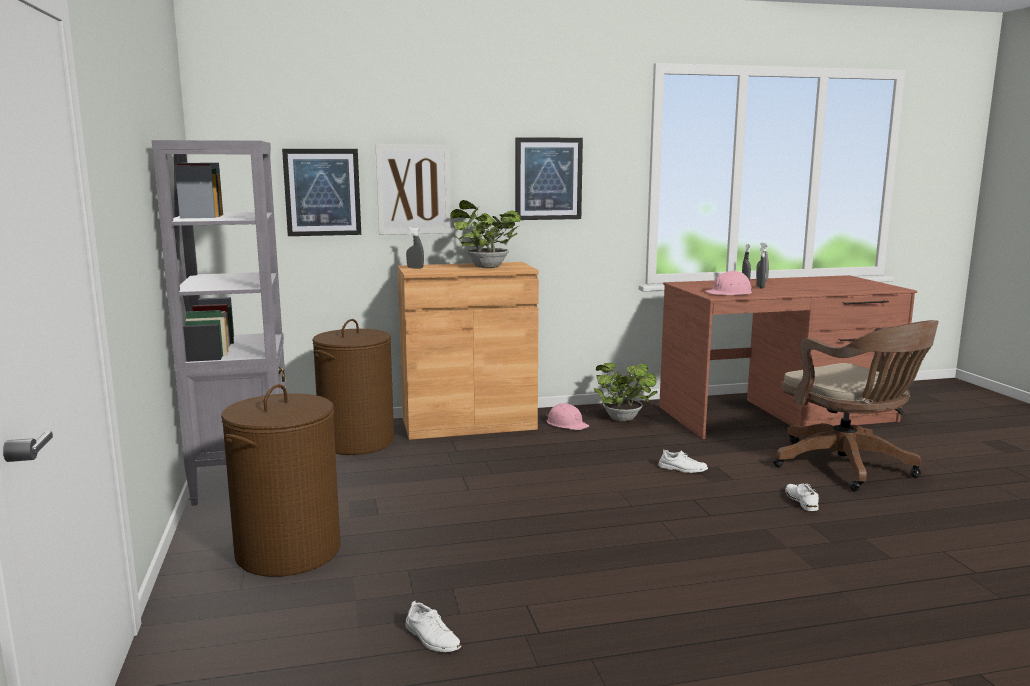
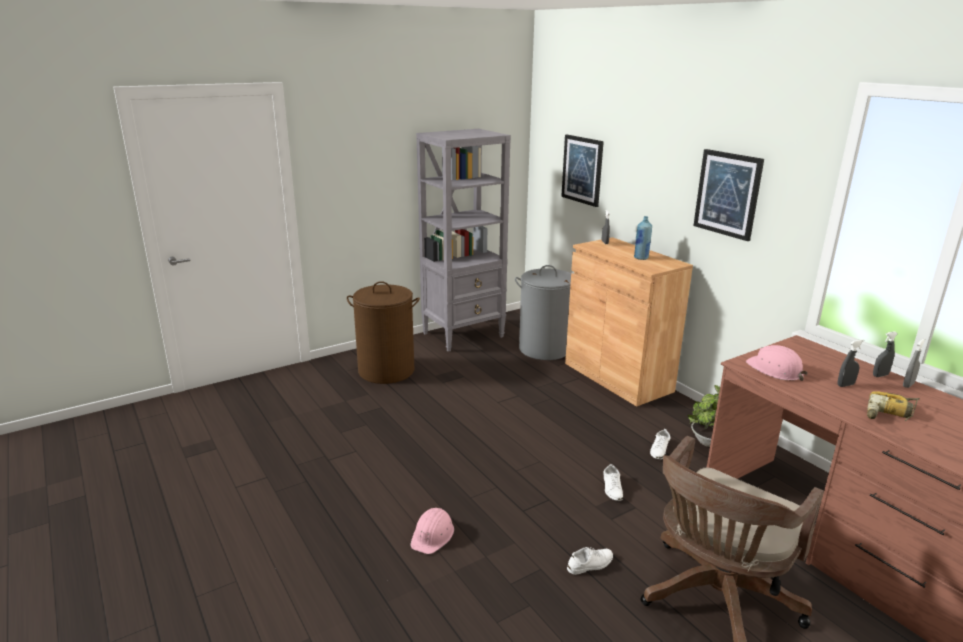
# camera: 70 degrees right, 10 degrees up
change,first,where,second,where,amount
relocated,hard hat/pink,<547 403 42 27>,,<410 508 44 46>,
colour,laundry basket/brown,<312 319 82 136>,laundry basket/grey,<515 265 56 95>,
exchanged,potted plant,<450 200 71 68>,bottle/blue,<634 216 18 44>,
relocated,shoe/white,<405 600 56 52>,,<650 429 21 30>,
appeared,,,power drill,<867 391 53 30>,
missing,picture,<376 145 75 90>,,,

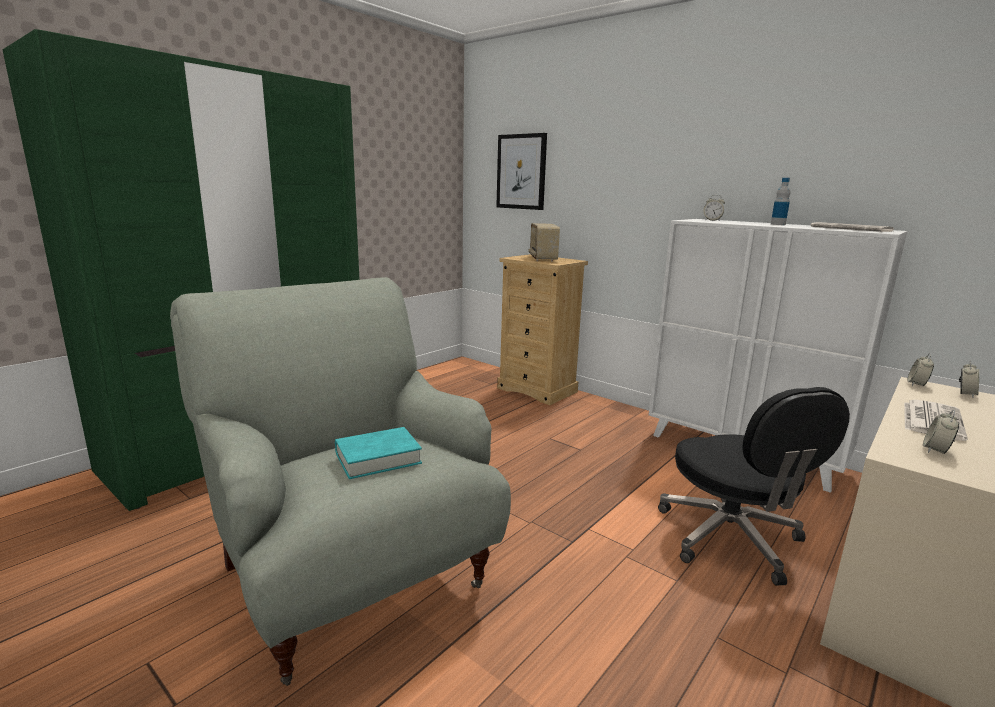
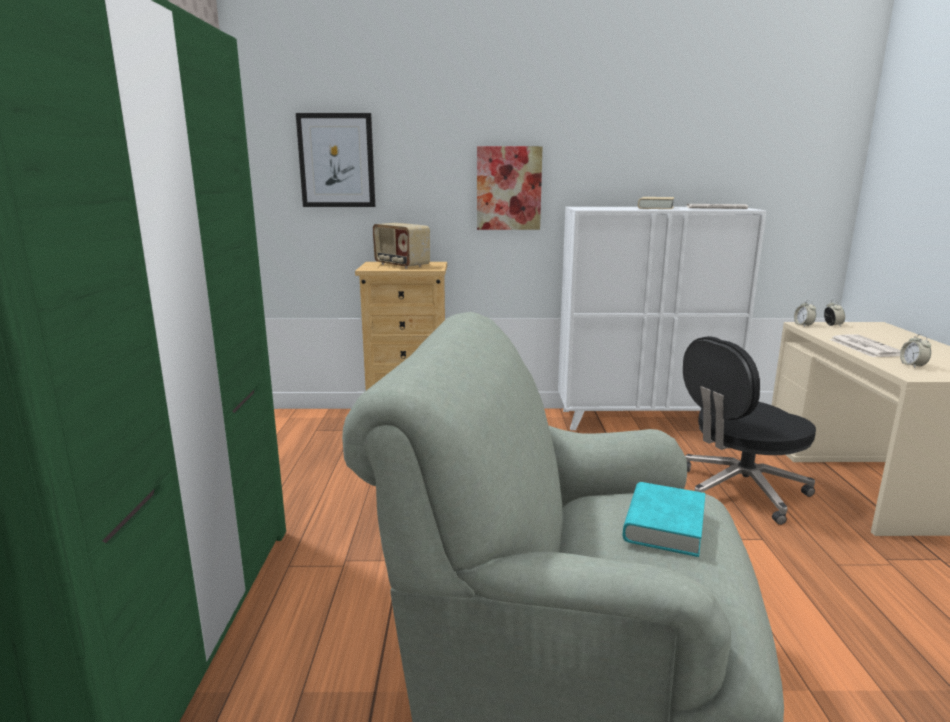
# camera: 40 degrees left, 0 degrees up
change,first,where,second,where,amount
appeared,,,picture,<477 146 66 84>,
exchanged,bottle,<771 178 19 47>,book/beige,<638 197 36 12>,
spun,office chair/black,<658 387 192 198>,,<683 336 133 189>,120 degrees clockwise
missing,alarm clock,<703 195 22 26>,,,

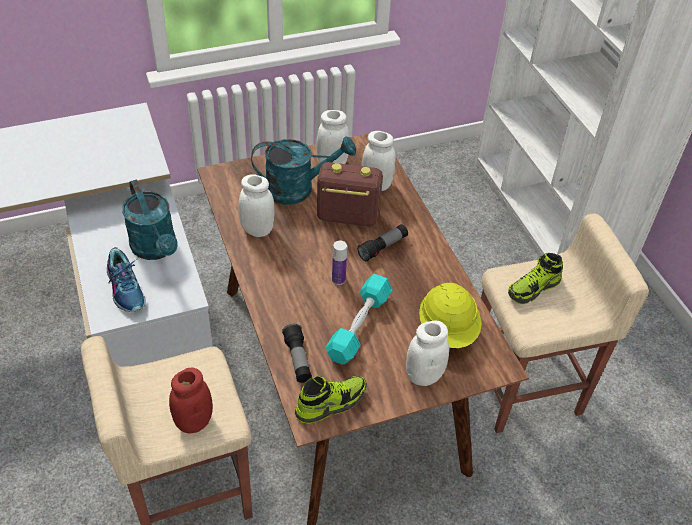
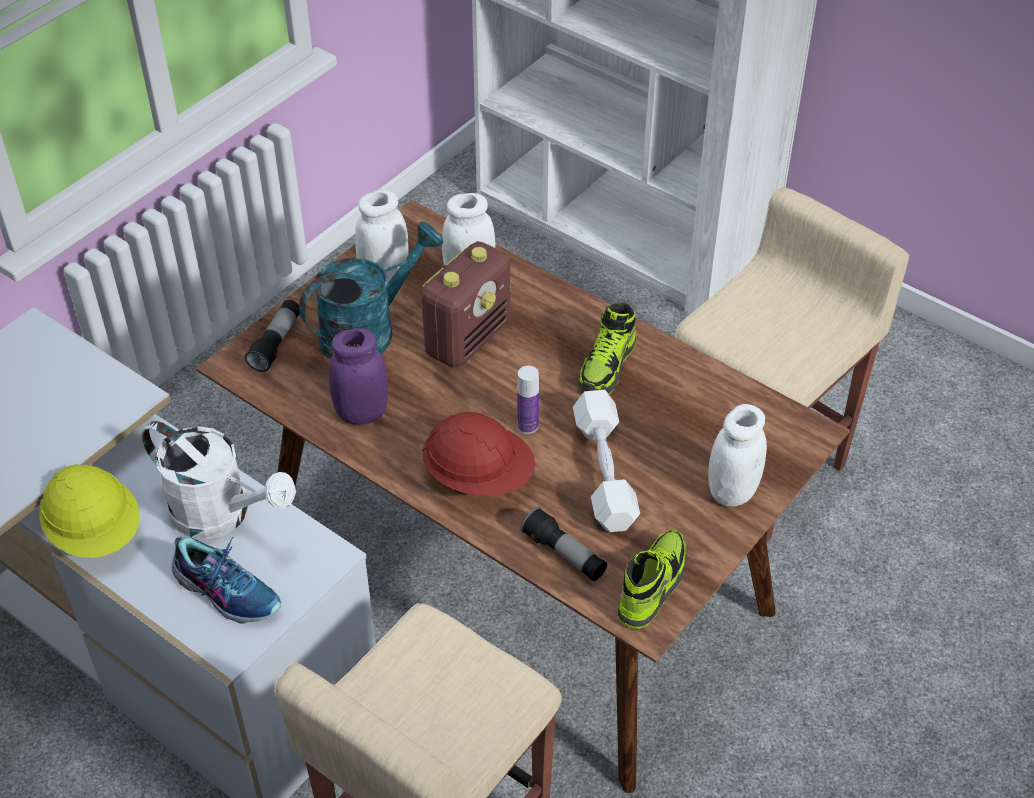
# camera: 30 degrees left, 0 degrees up
change,first,where,second,where,amount
relocated,hard hat/yellow,<419 283 63 65>,,<39 464 101 94>,
colour,watering can/turquoise,<122 180 56 80>,watering can/white,<141 421 155 118>,
relocated,flashlight,<357 224 51 38>,,<244 300 56 72>,
colour,jar/white,<238 174 37 63>,jar/purple,<329 328 59 97>,
spun,radio,<317 162 66 65>,,<421 241 90 127>,150 degrees clockwise
appeared,,,hard hat/red,<422 412 113 84>,
colour,dumbbell/turquoise,<326 274 66 90>,dumbbell/white,<573 390 67 142>,
relocated,shoe,<508 253 55 51>,,<578 303 58 91>,
missing,jar/red,<169 368 44 65>,,,

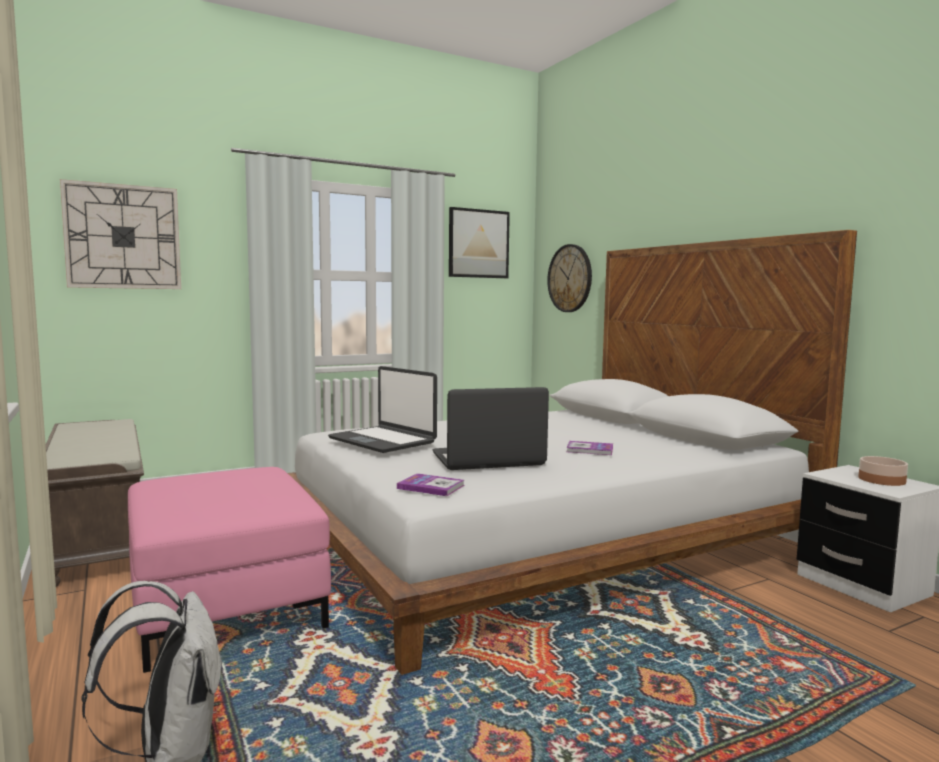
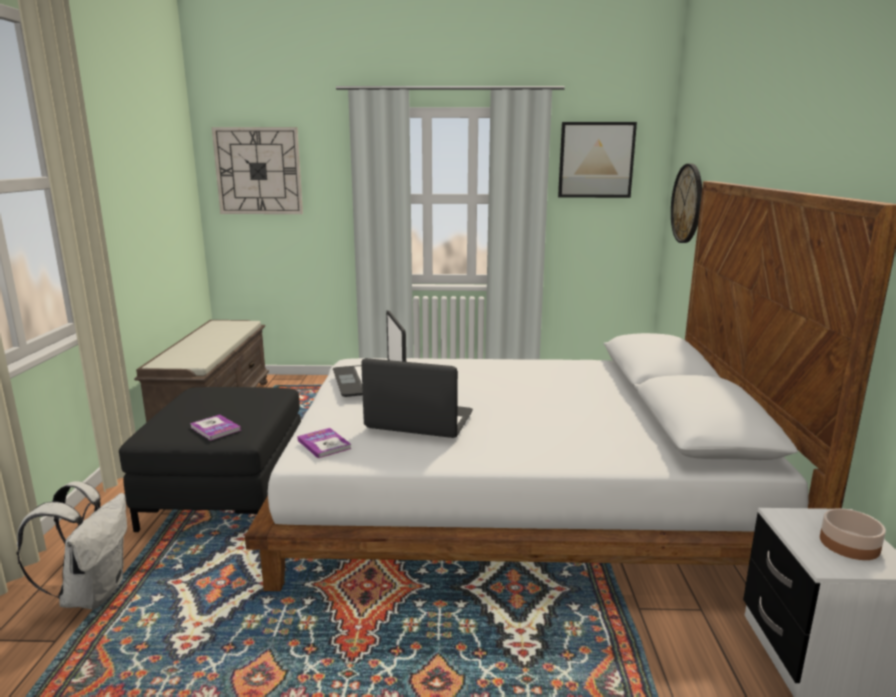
# camera: 30 degrees right, 10 degrees up
change,first,where,second,where,amount
colour,ottoman/pink,<128 467 203 206>,ottoman/black,<119 387 182 145>,
relocated,book,<566 441 47 14>,,<190 415 51 26>,

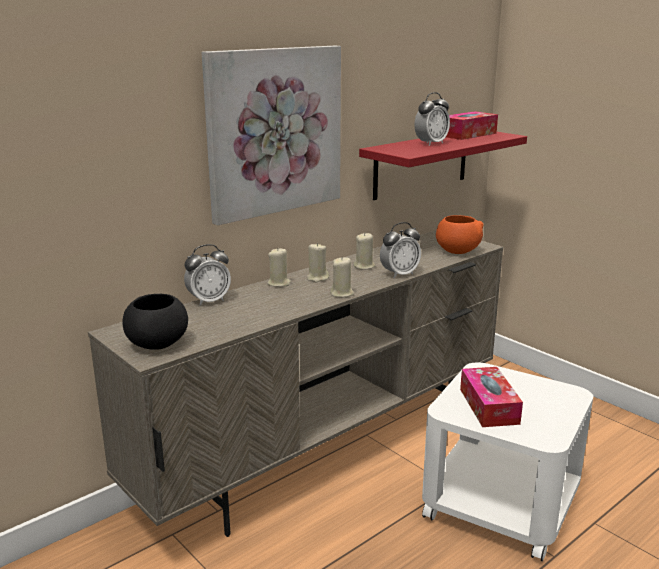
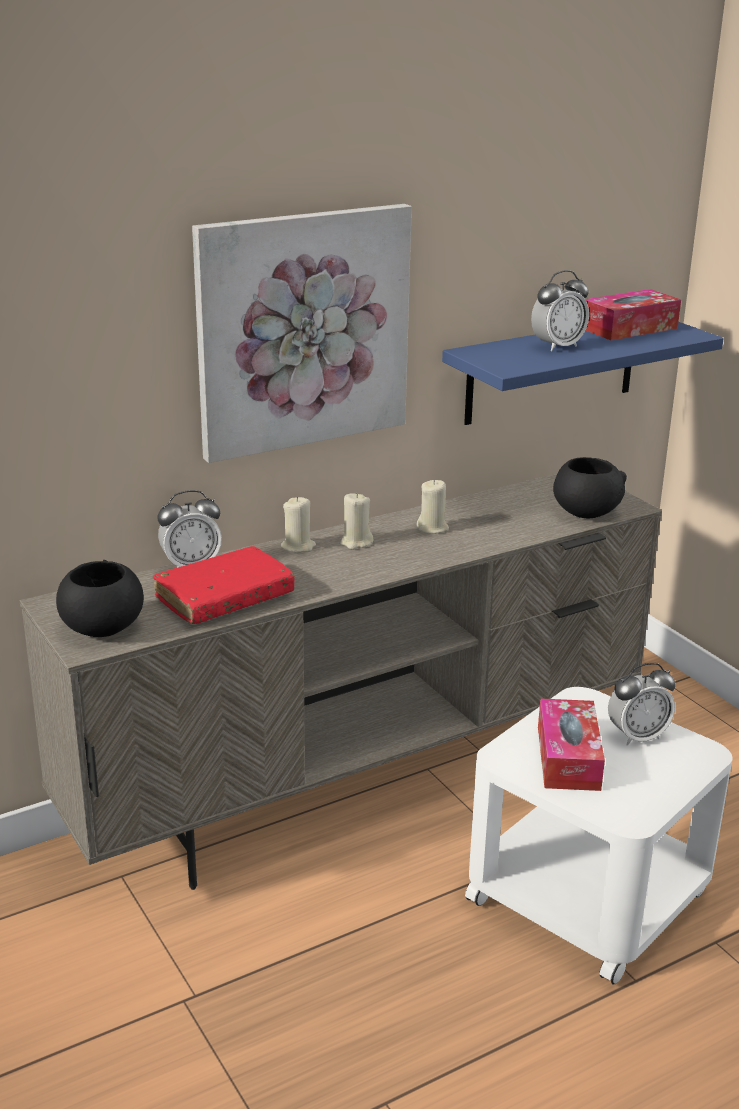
# camera: 10 degrees right, 5 degrees up
change,first,where,second,where,amount
appeared,,,book/red,<153 546 142 78>,
colour,shelf/red,<359 132 168 68>,shelf/blue,<442 322 282 103>,
colour,bowl/orange,<436 215 48 39>,bowl/black,<553 457 74 61>,
relocated,alarm clock,<380 222 41 56>,,<608 663 68 83>,
missing,candle/beige,<330 257 24 41>,,,

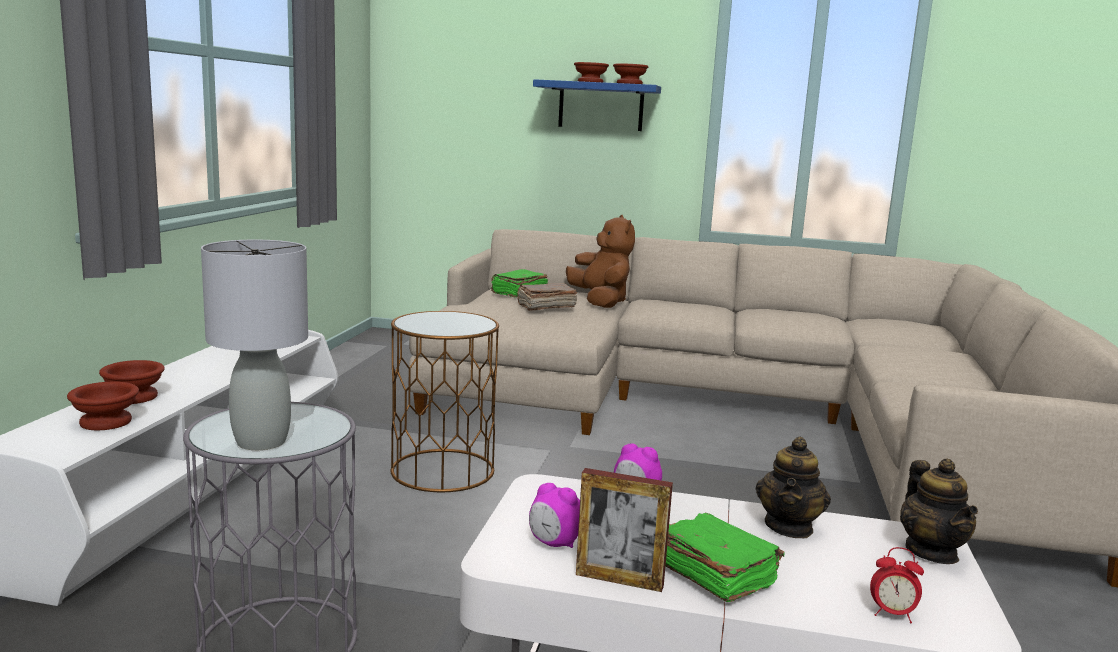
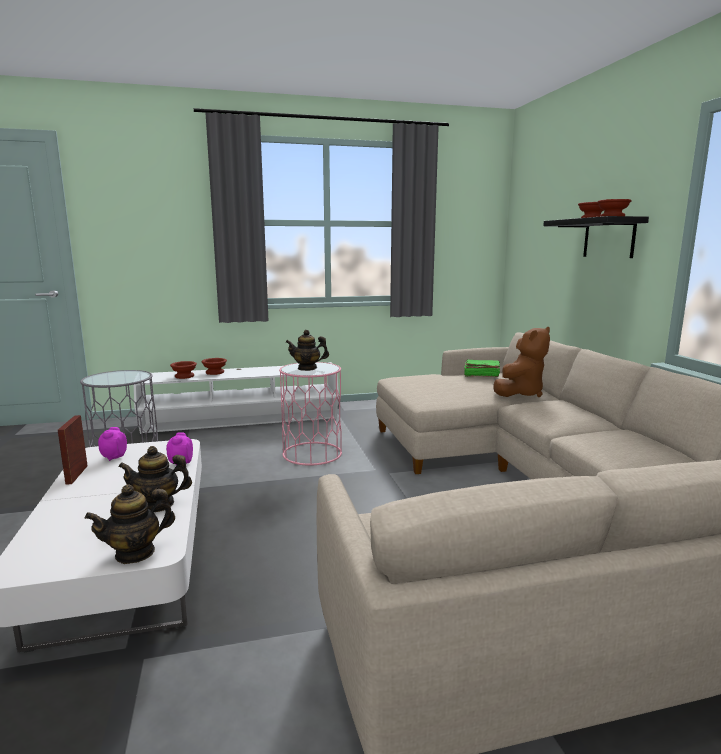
# camera: 65 degrees right, 0 degrees up
change,first,where,second,where,amount
colour,side table/brown,<391 311 108 181>,side table/pink,<279 362 63 103>,
appeared,,,teapot,<286 330 43 41>,
colour,shelf/blue,<533 79 128 52>,shelf/black,<543 216 106 42>,
missing,table lamp/grey,<201 240 107 210>,,,
missing,book/brown,<517 283 60 28>,,,
missing,book/green,<665 512 120 90>,,,
missing,alarm clock,<870 547 54 76>,,,

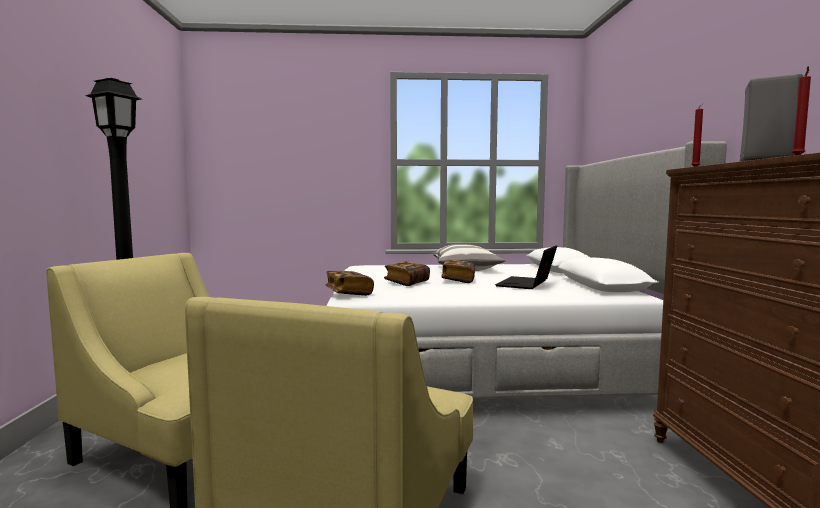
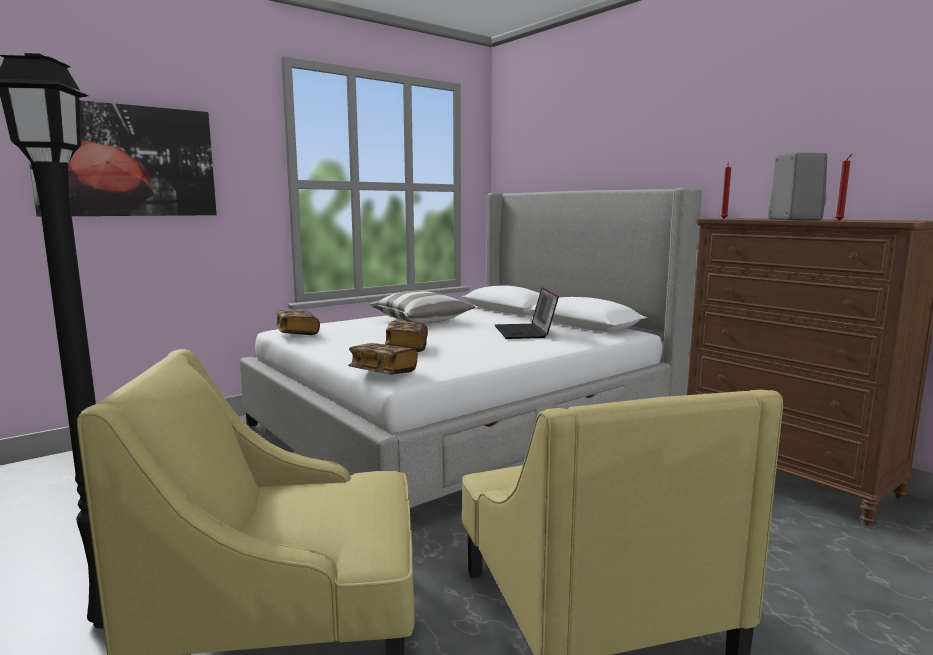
# camera: 35 degrees left, 5 degrees up
change,first,where,second,where,amount
appeared,,,picture,<29 100 188 117>,
relocated,book,<441 260 34 23>,,<276 310 44 25>,

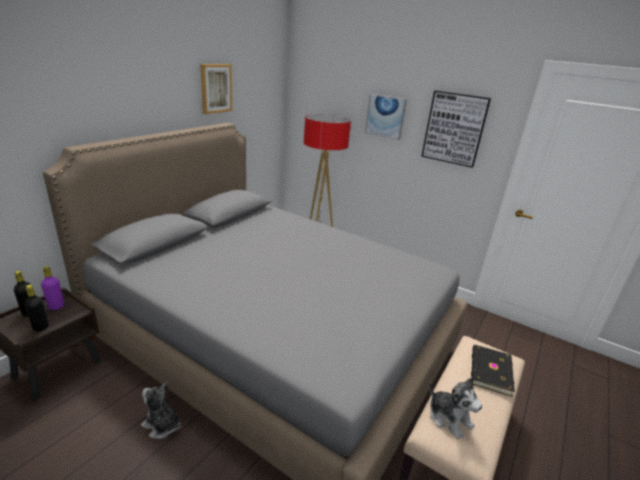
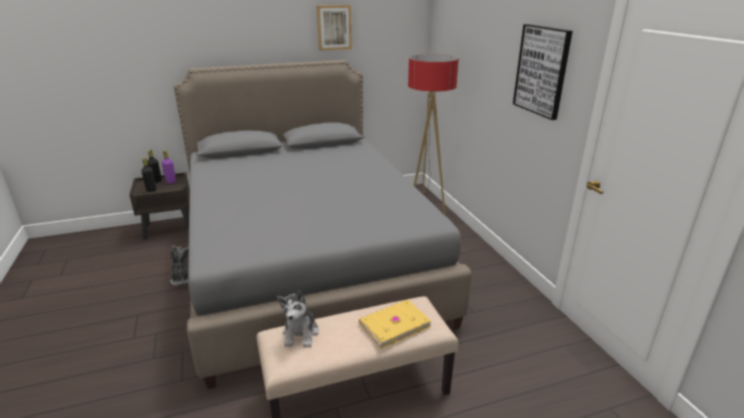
# camera: 40 degrees right, 0 degrees up
change,first,where,second,where,amount
colour,book/black,<471 345 44 52>,book/yellow,<359 299 72 50>,
missing,picture,<365 94 42 46>,,,

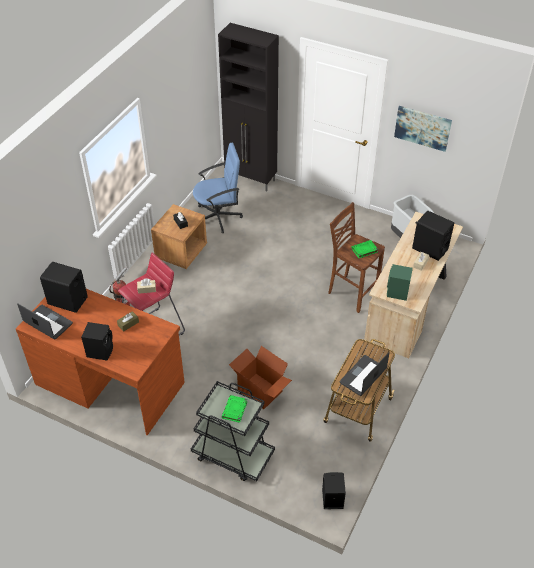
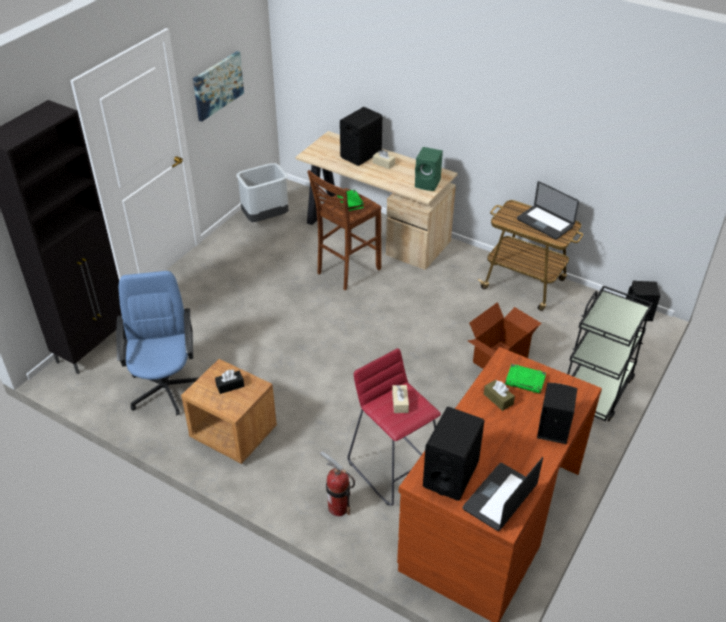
# camera: 85 degrees left, 5 degrees down
change,first,where,second,where,amount
relocated,book/green,<222 395 26 28>,,<505 364 41 30>,

